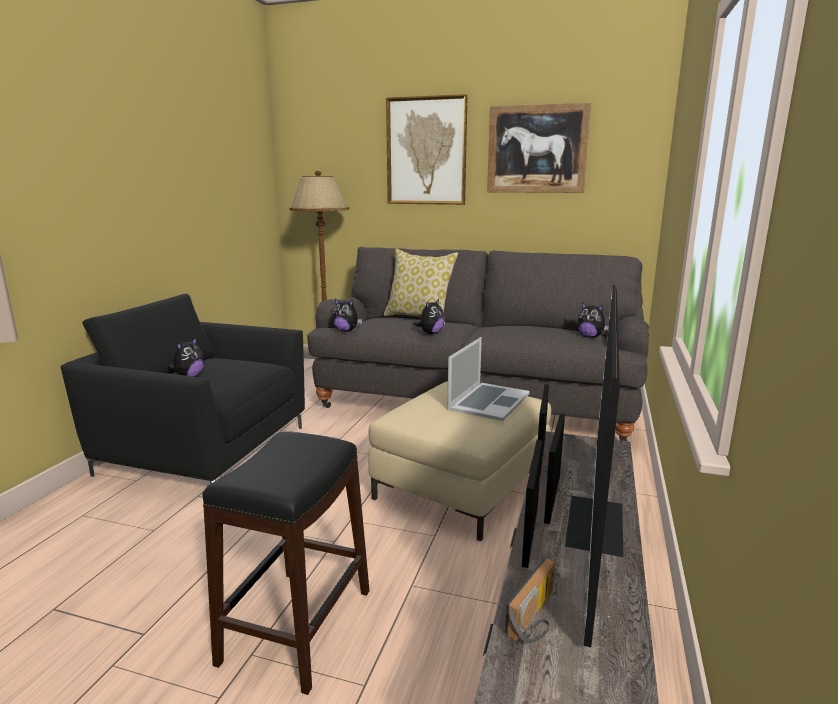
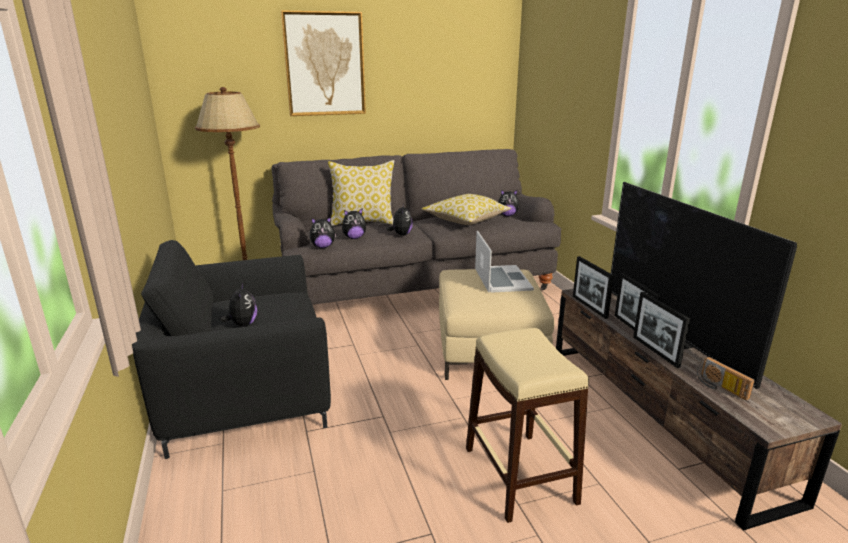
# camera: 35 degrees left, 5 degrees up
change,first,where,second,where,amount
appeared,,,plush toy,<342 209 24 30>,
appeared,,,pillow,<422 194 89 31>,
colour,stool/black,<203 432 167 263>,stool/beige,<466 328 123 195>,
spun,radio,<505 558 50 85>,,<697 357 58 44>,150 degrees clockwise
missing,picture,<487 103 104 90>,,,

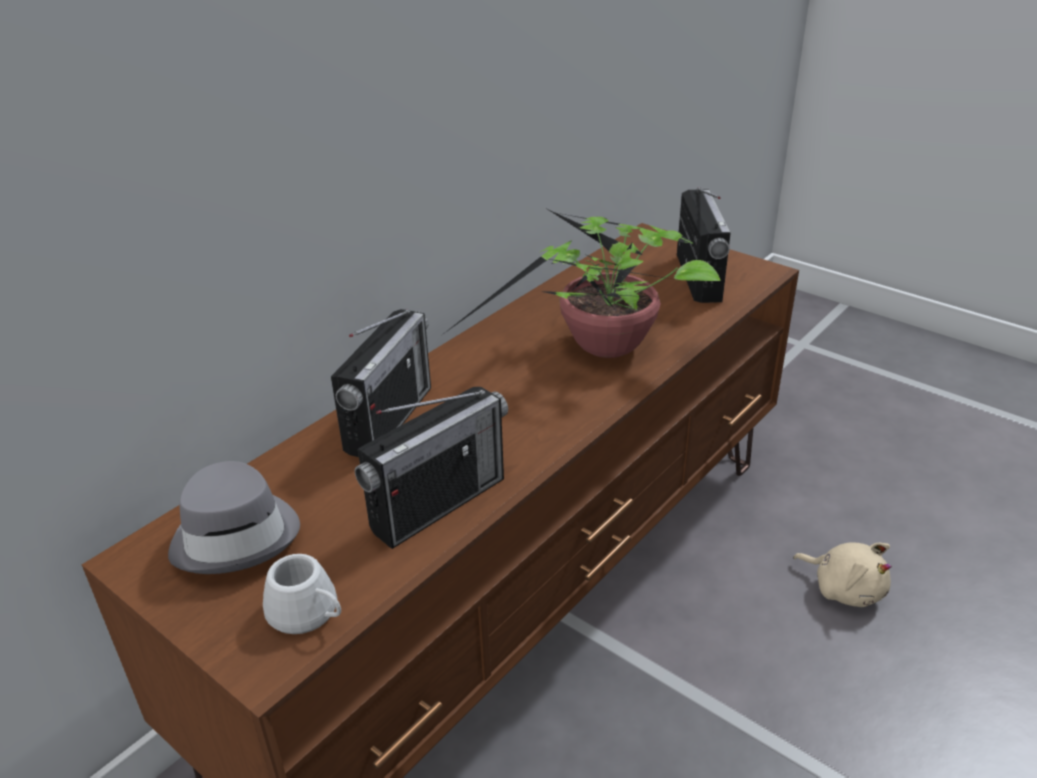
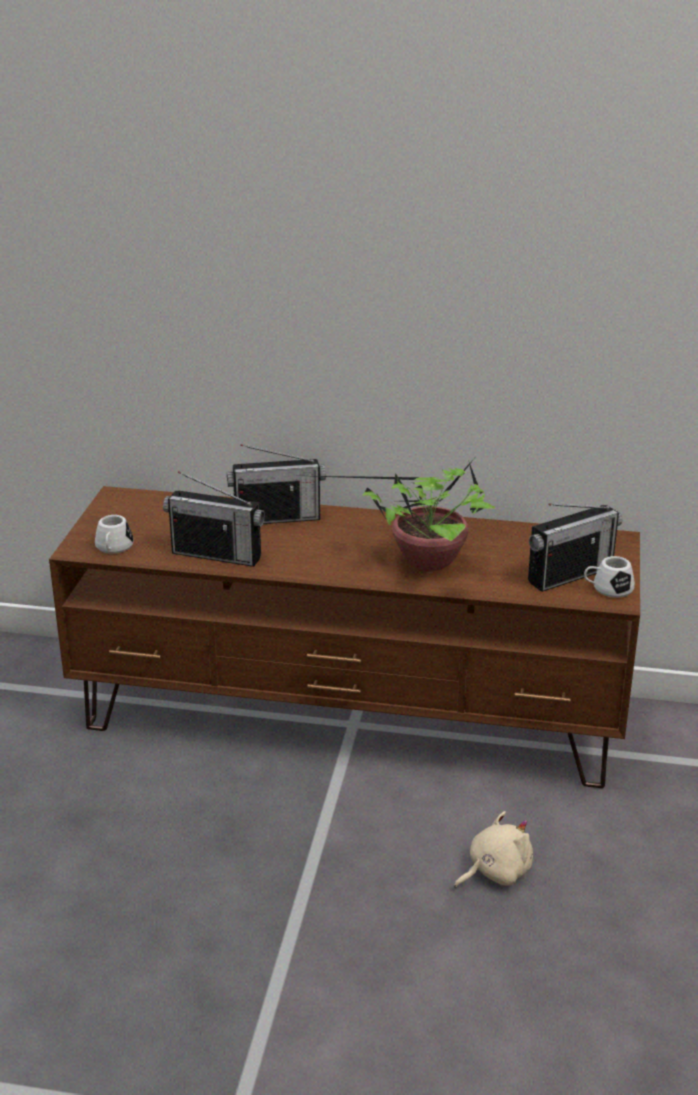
# camera: 60 degrees right, 5 degrees down
change,first,where,second,where,amount
spun,plush toy/beige,<793 543 99 64>,,<454 811 79 77>,135 degrees counterclockwise
appeared,,,mug/white,<584 556 51 42>,
missing,hat/grey,<168 461 132 113>,,,

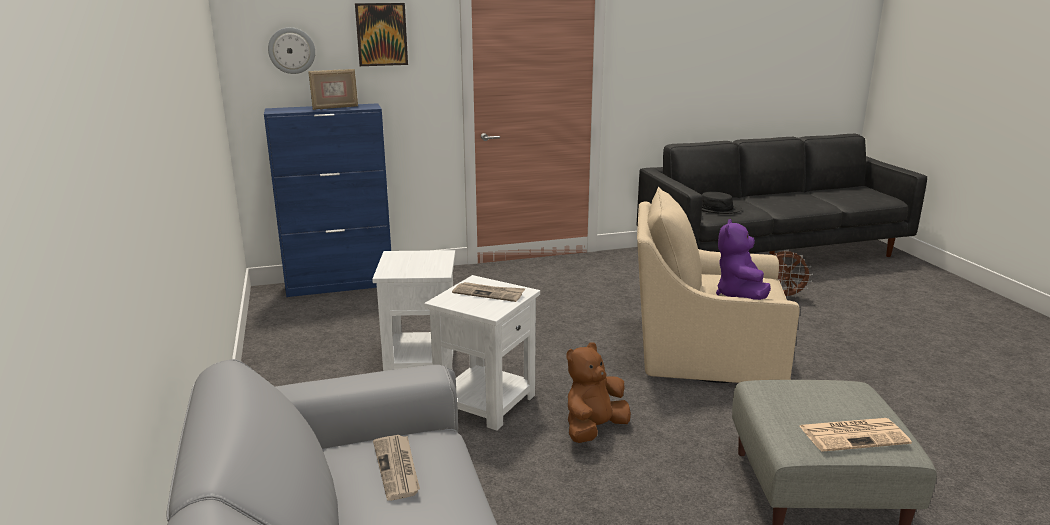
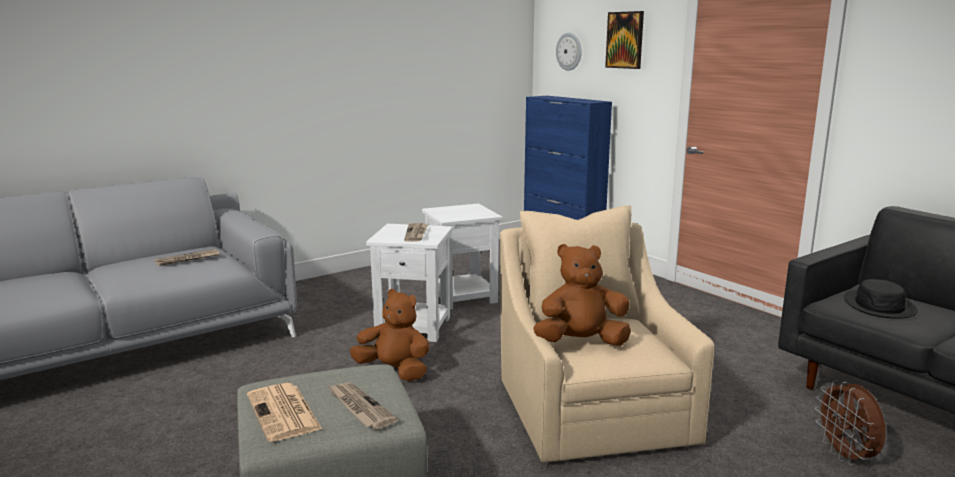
# camera: 70 degrees right, 5 degrees down
change,first,where,second,where,amount
appeared,,,newspaper,<328 382 70 47>,
colour,plush toy/purple,<716 219 55 81>,plush toy/brown,<533 244 98 102>,
missing,picture frame,<308 69 50 41>,,,

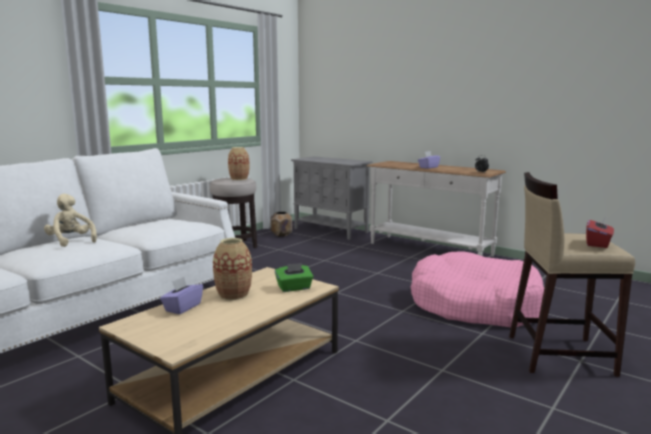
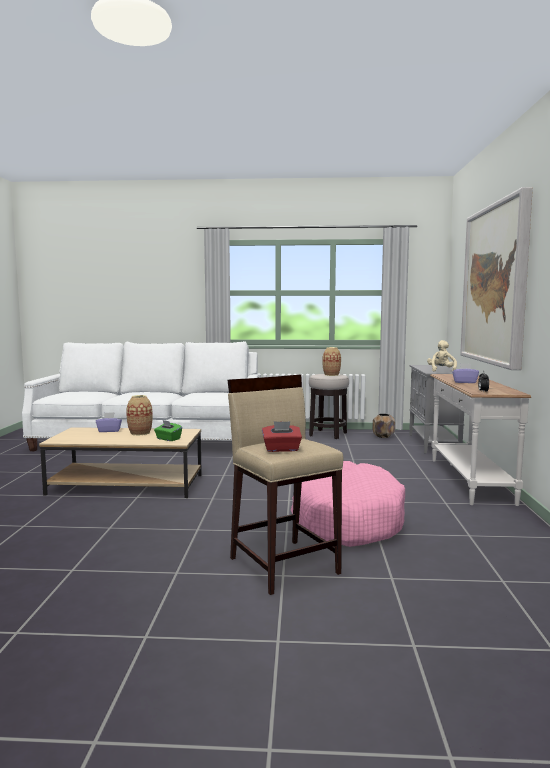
# camera: 55 degrees right, 5 degrees down
change,first,where,second,where,amount
relocated,plush toy/beige,<44 194 53 53>,,<427 340 30 32>,
appeared,,,picture,<460 187 73 183>,

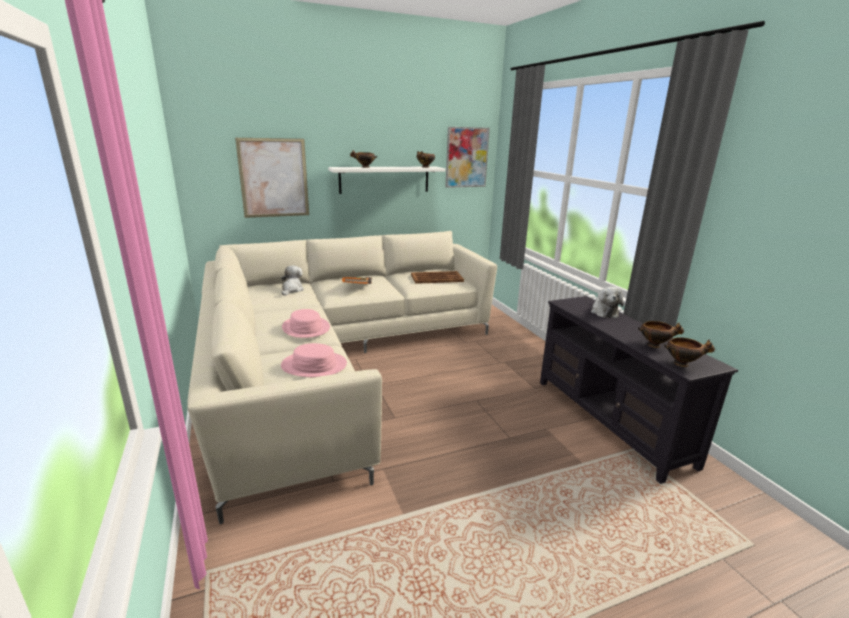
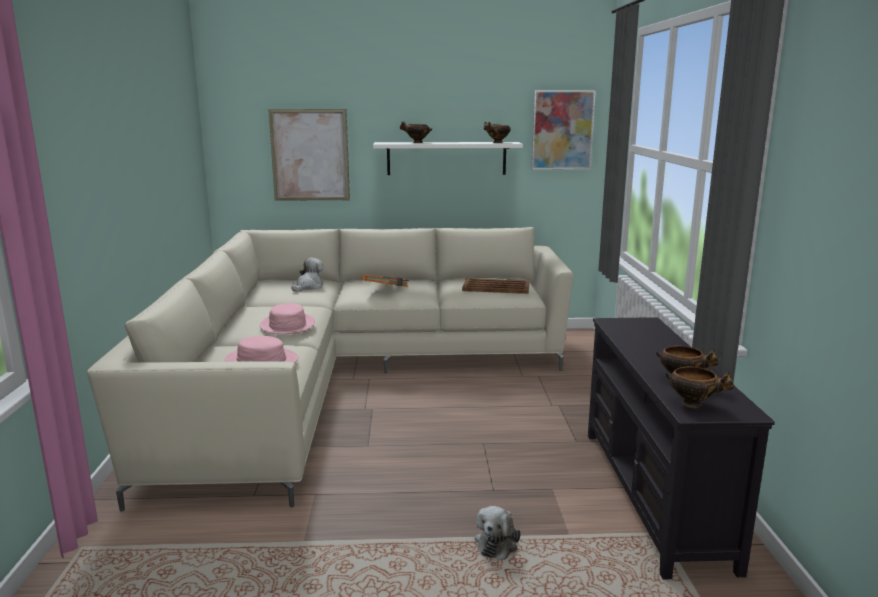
# camera: 20 degrees right, 5 degrees down
change,first,where,second,where,amount
relocated,plush toy,<591 286 33 32>,,<474 506 47 54>,

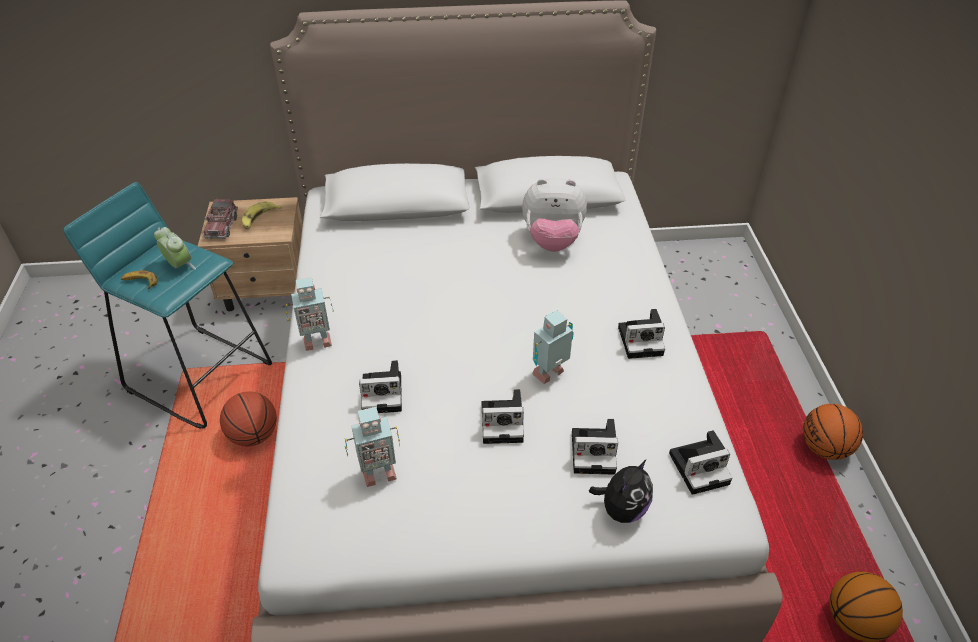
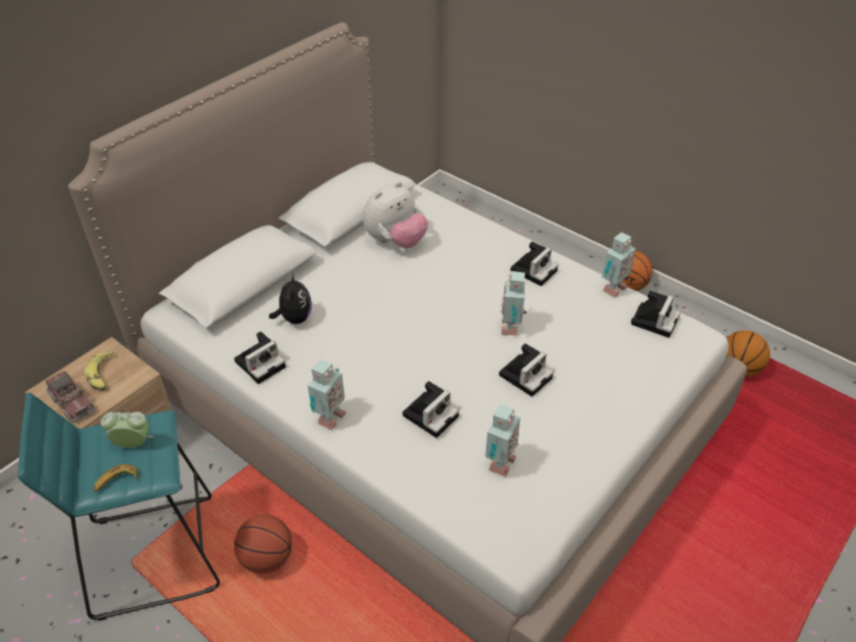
# camera: 45 degrees left, 0 degrees up
change,first,where,second,where,amount
relocated,photo camera,<572 419 46 56>,,<234 331 52 53>,
relocated,plush toy,<589 459 64 64>,,<269 272 43 52>,
appeared,,,toy robot,<602 232 34 66>,

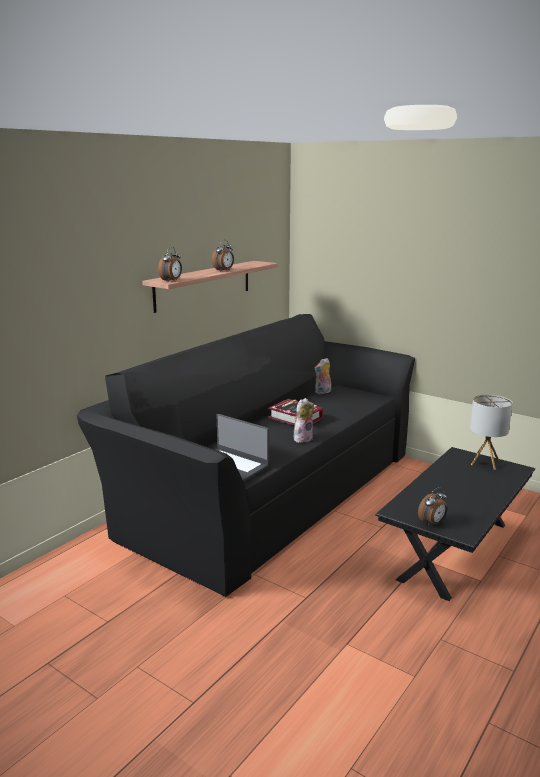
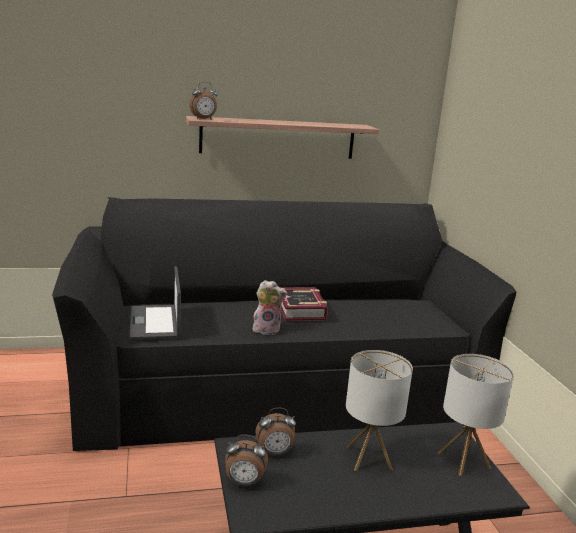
# camera: 40 degrees right, 0 degrees up
change,first,where,second,where,amount
relocated,alarm clock,<212 240 22 32>,,<255 408 41 48>,
appeared,,,table lamp,<346 350 67 121>,
missing,plush toy,<314 358 17 36>,,,

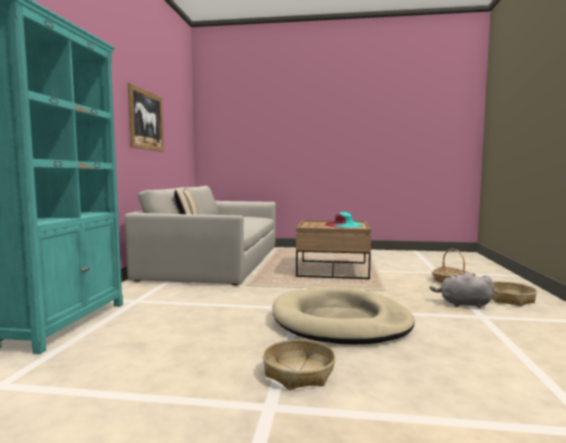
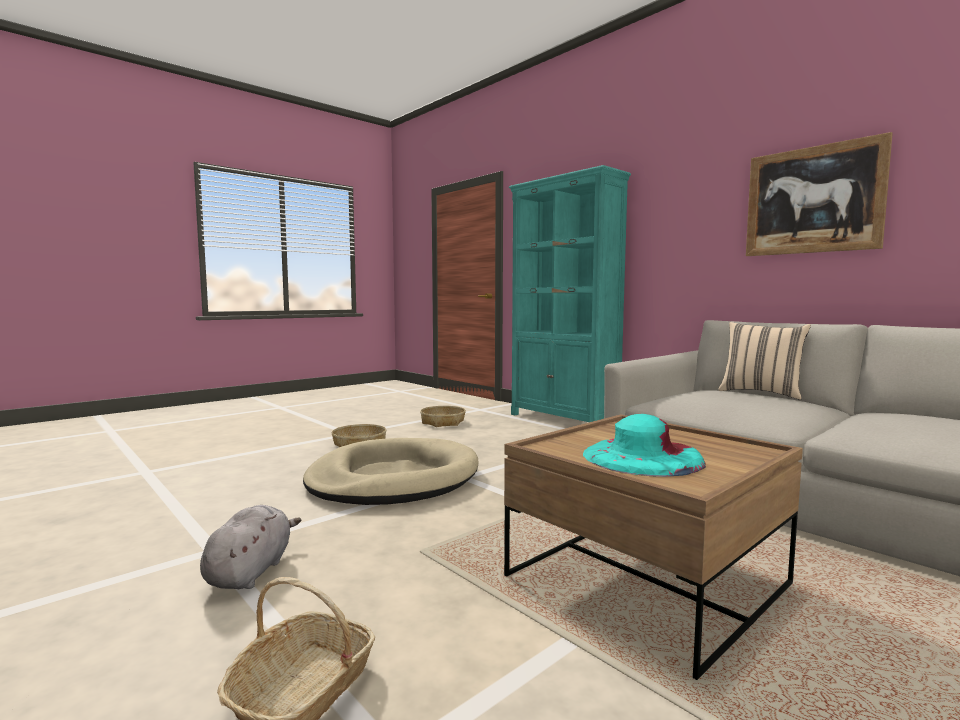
# camera: 130 degrees right, 0 degrees up
change,first,where,second,where,amount
spun,plush toy/grey,<430 272 64 36>,,<200 505 101 84>,45 degrees counterclockwise
relocated,basket,<492 281 45 25>,,<420 406 46 21>,

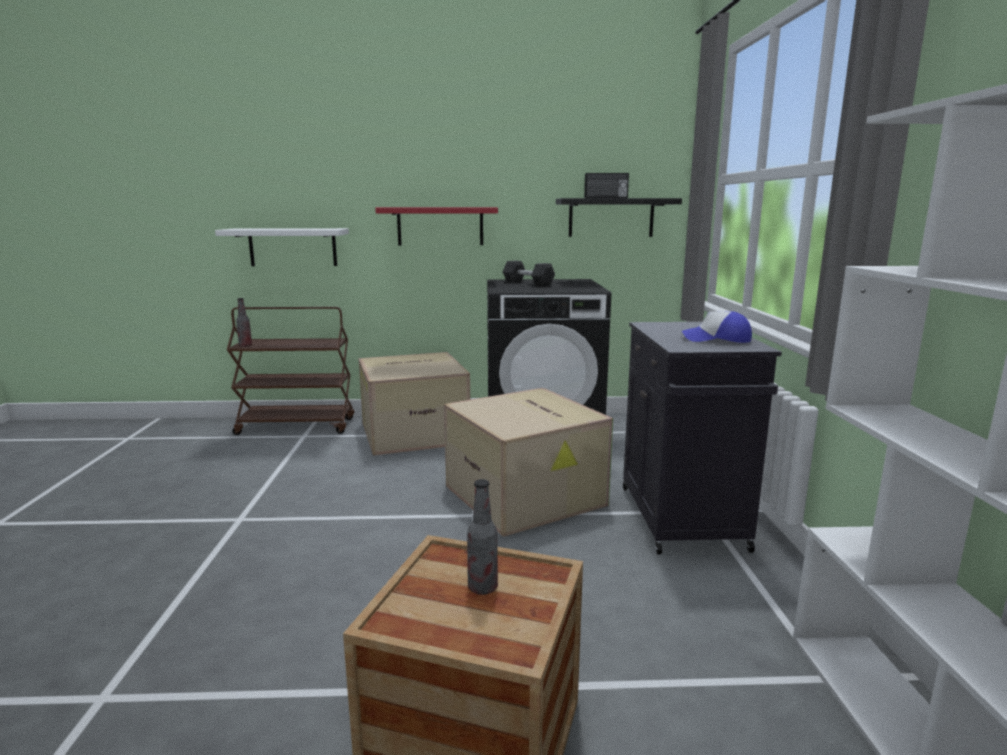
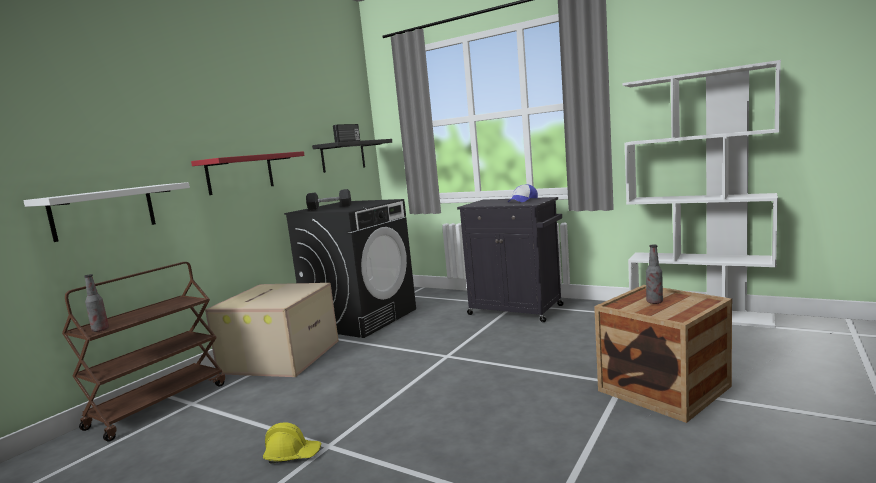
# camera: 55 degrees left, 5 degrees down
change,first,where,second,where,amount
appeared,,,hard hat/yellow,<263 422 59 41>,
missing,cardboard box,<444 388 169 149>,,,

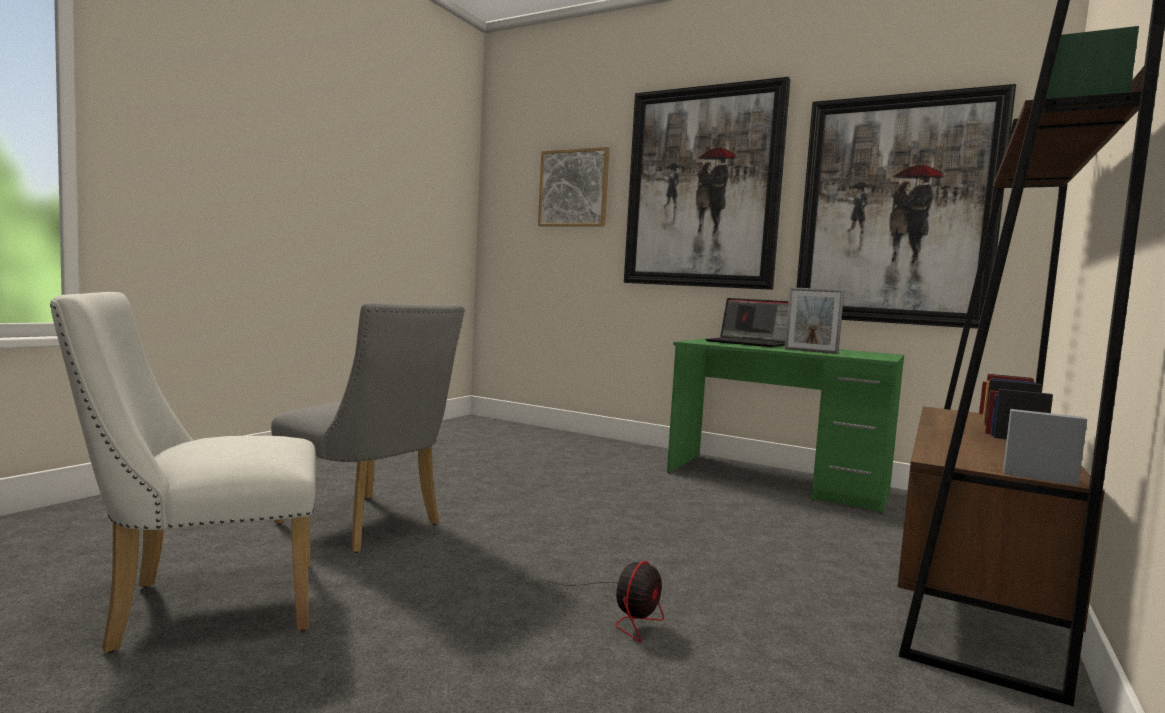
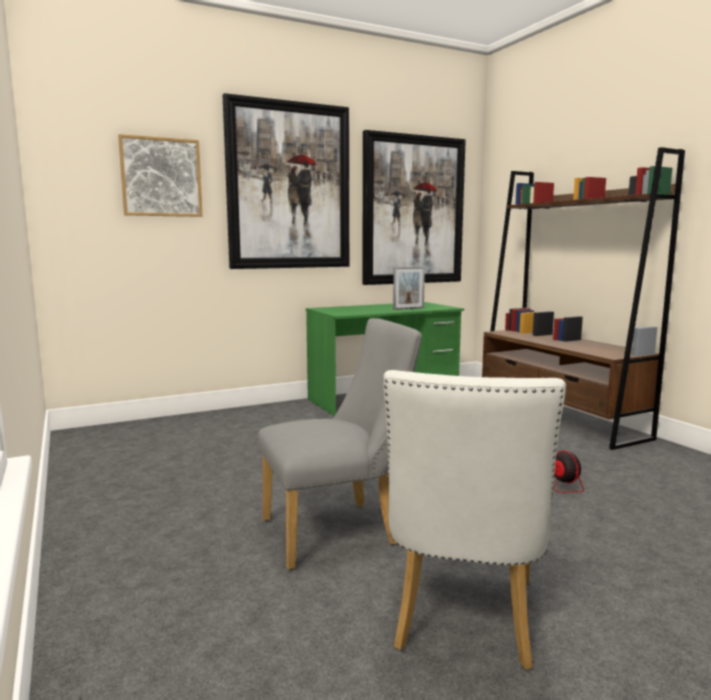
# camera: 55 degrees left, 5 degrees up
change,first,where,second,where,amount
missing,laptop,<705 298 84 49>,,,

